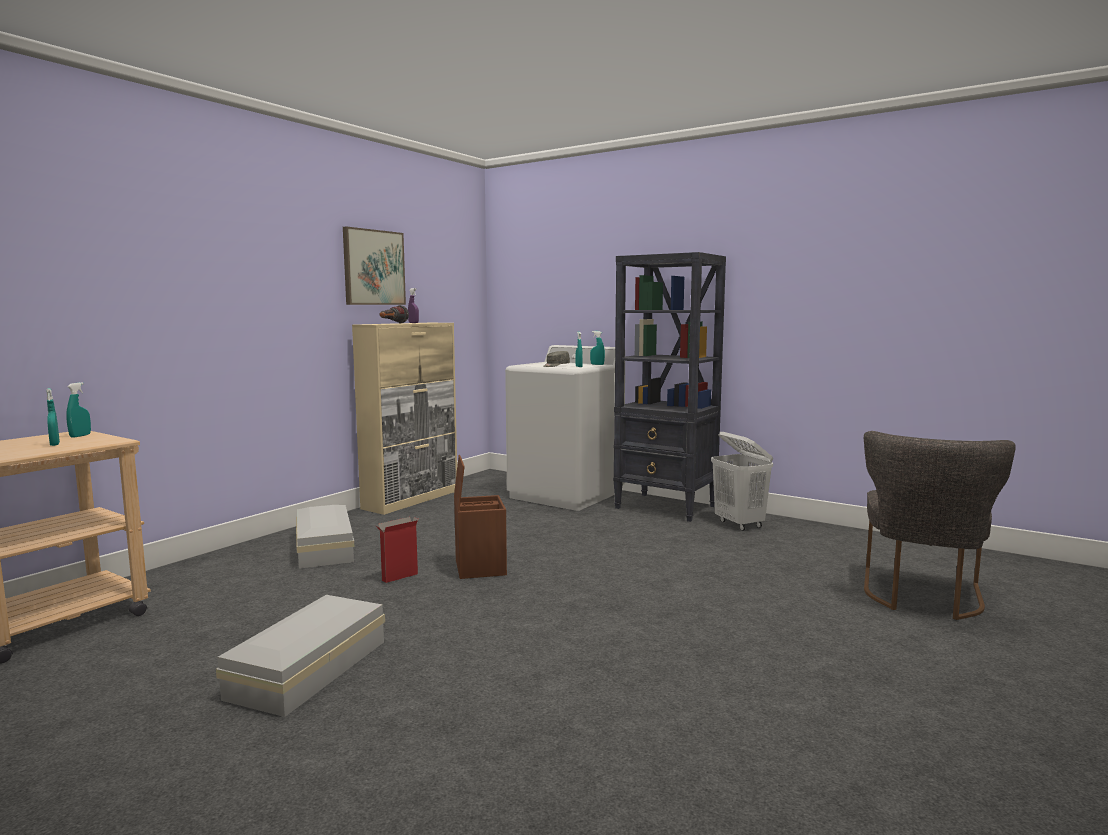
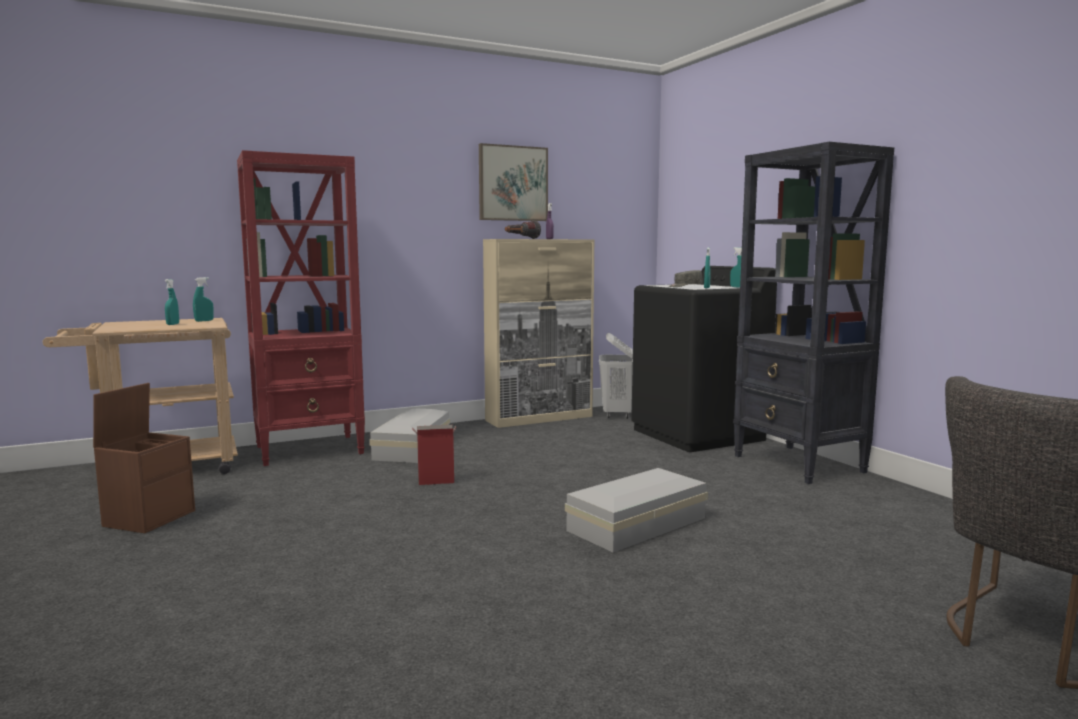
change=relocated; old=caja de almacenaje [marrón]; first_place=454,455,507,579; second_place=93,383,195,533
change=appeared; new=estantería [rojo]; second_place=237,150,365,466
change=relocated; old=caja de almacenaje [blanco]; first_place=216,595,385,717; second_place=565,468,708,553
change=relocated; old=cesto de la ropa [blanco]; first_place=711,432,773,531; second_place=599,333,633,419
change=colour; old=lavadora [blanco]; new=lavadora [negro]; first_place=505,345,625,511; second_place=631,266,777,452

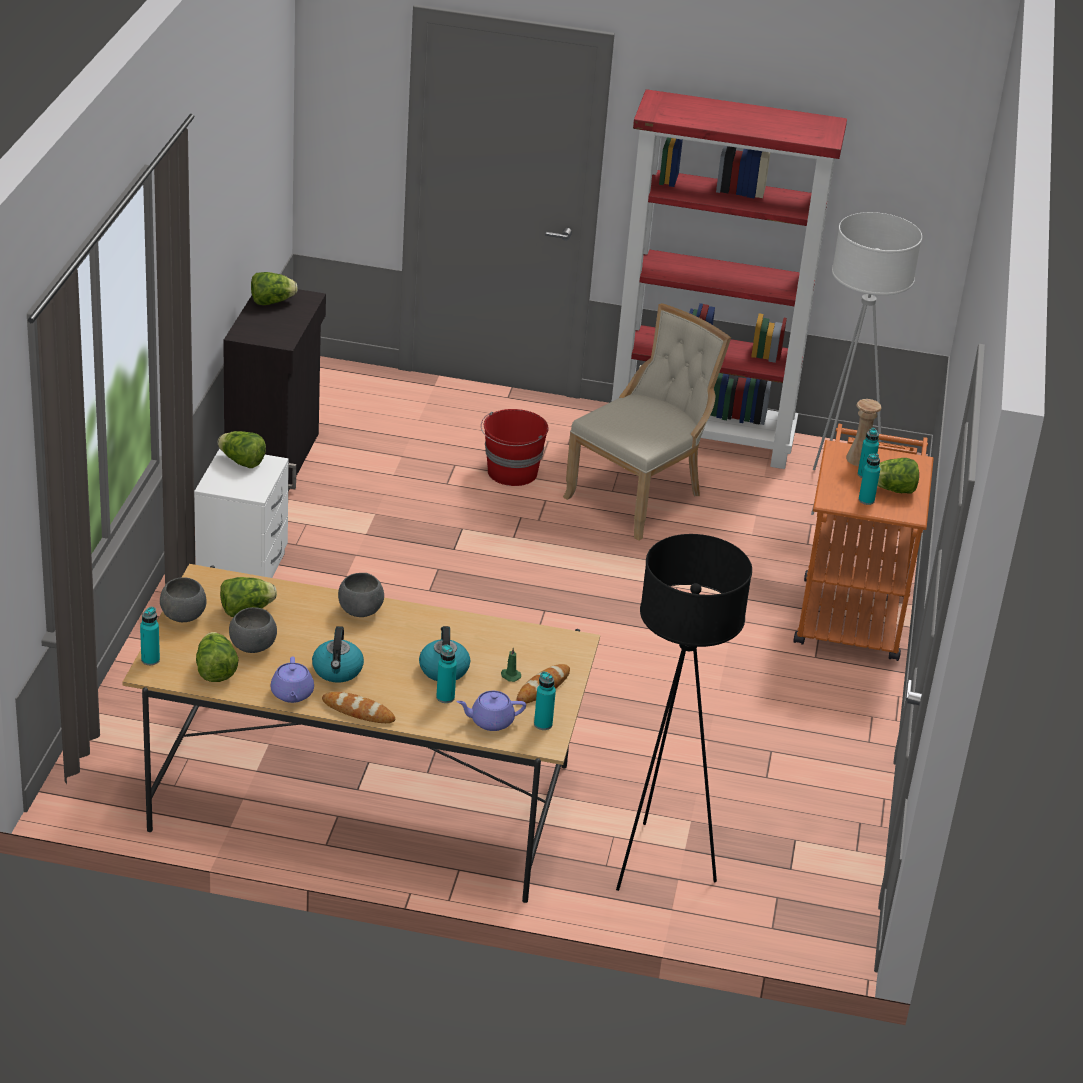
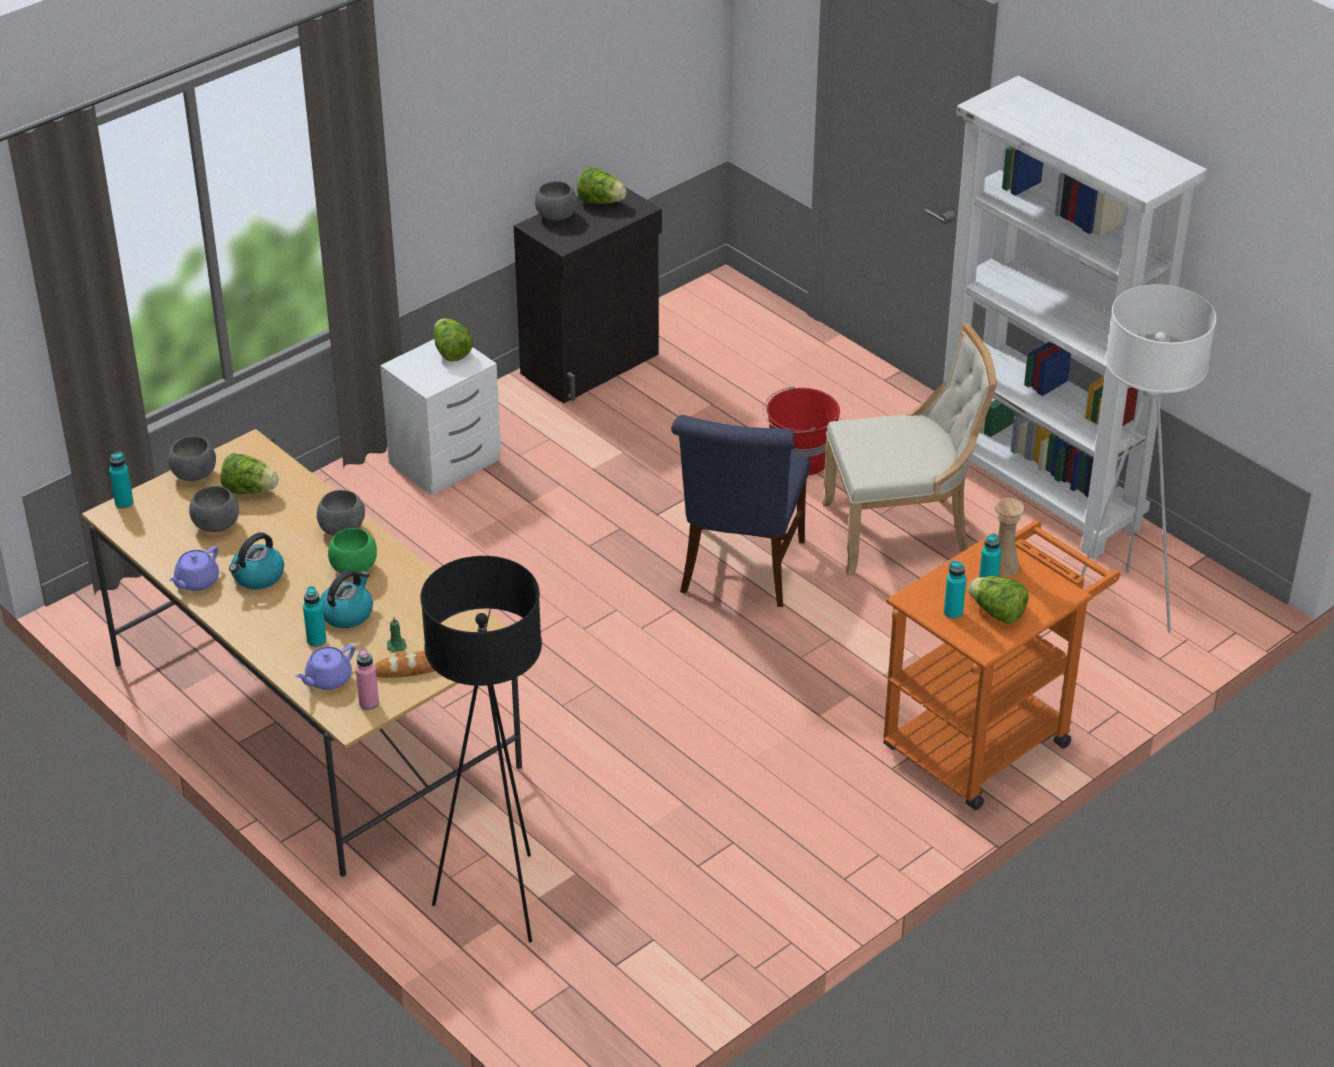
change=spun; old=tetera [morado]; first_place=457,691,526,731; second_place=296,645,355,690; degrees=-75
change=appeared; new=cuenco [verde]; second_place=328,528,377,574
change=colour; old=botella [turquesa]; new=botella [rosa]; first_place=534,672,556,730; second_place=355,648,379,710
change=appeared; new=cuenco [gris]; second_place=535,181,577,221
change=appeared; new=silla [azul]; second_place=671,415,810,607
change=colour; old=estantería [rojo]; new=estantería [blanco]; first_place=611,89,847,469; second_place=943,76,1207,559
change=missing; old=lechuga; first_place=196,632,238,682
change=missing; old=pan; first_place=322,692,395,723

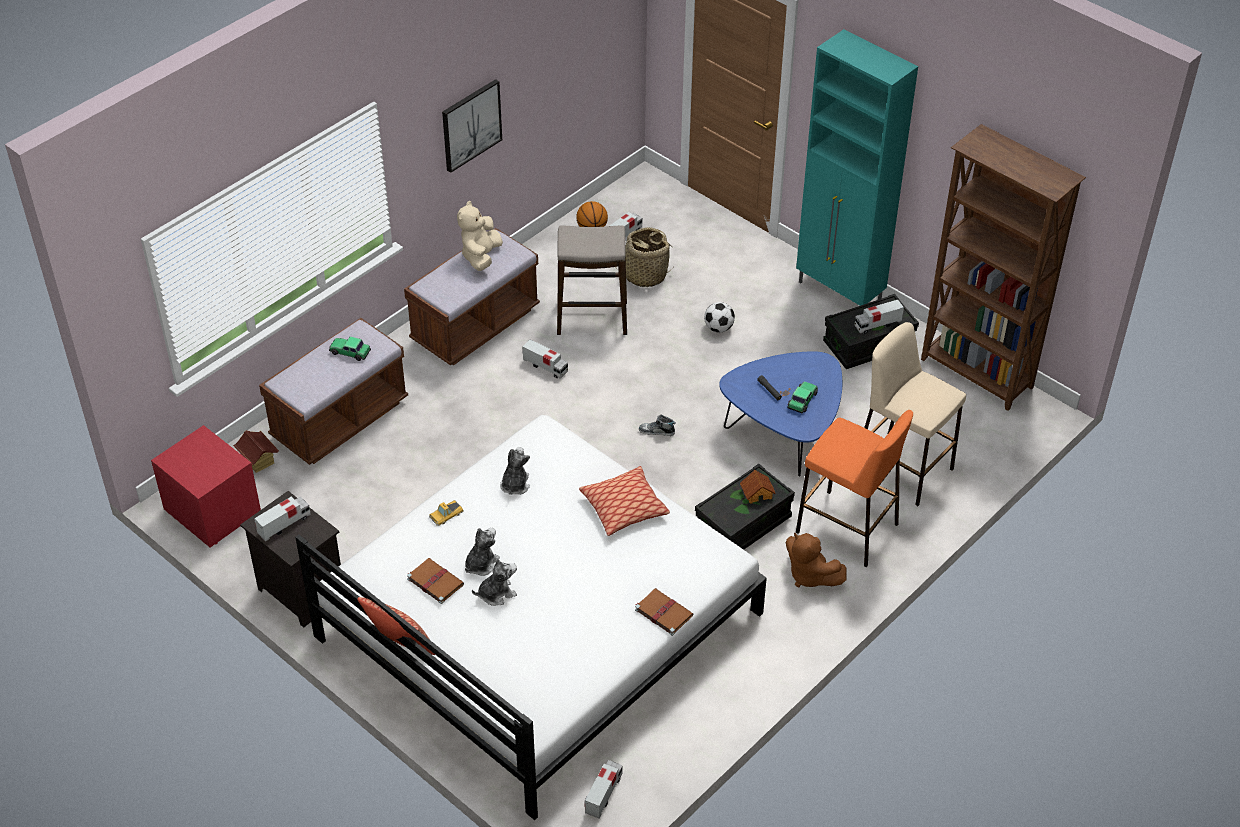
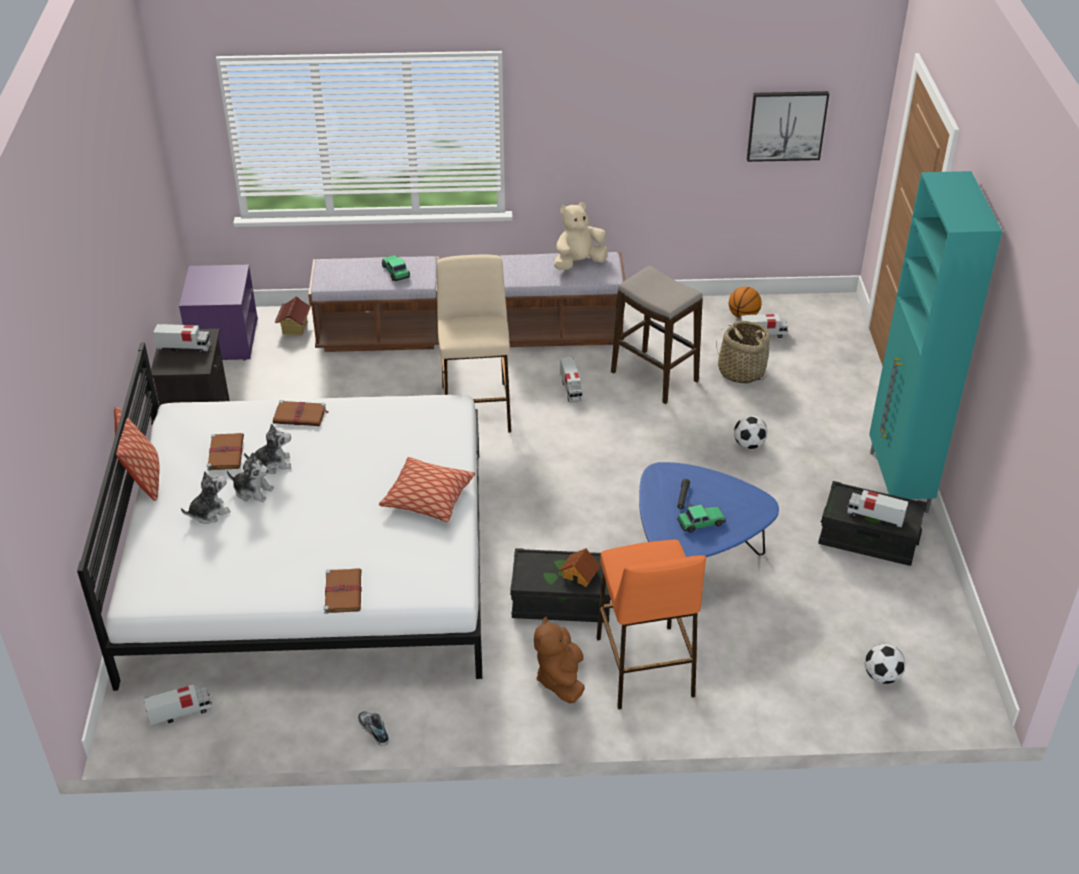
change=colour; old=mesita de noche [rojo]; new=mesita de noche [morado]; first_place=151,425,261,547; second_place=179,265,258,361
change=relocated; old=peluche; first_place=500,447,530,495; second_place=181,471,231,524
change=exchanged; old=coche de juguete; new=libro [marrón]; first_place=429,500,464,526; second_place=273,400,329,426
change=relocated; old=zapato; first_place=639,415,675,436; second_place=358,711,389,746
change=relocated; old=taburete [beis]; first_place=864,322,966,506; second_place=437,254,511,433
change=relocated; old=cuadro; first_place=442,79,502,173; second_place=747,91,829,162
change=appeared; new=balón de fútbol; second_place=865,644,906,684
change=missing; old=estantería [marrón]; first_place=921,124,1086,411

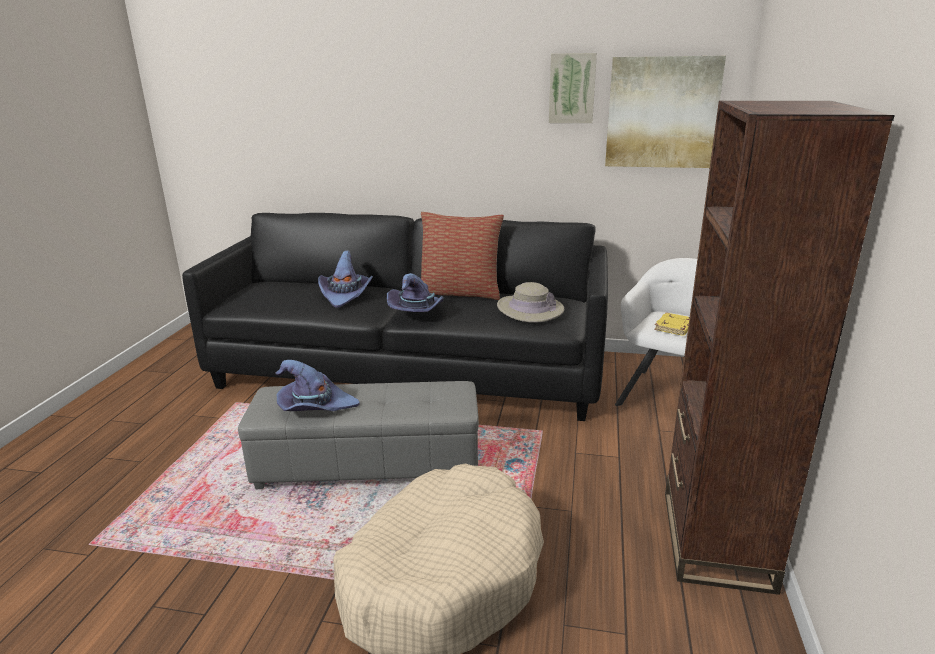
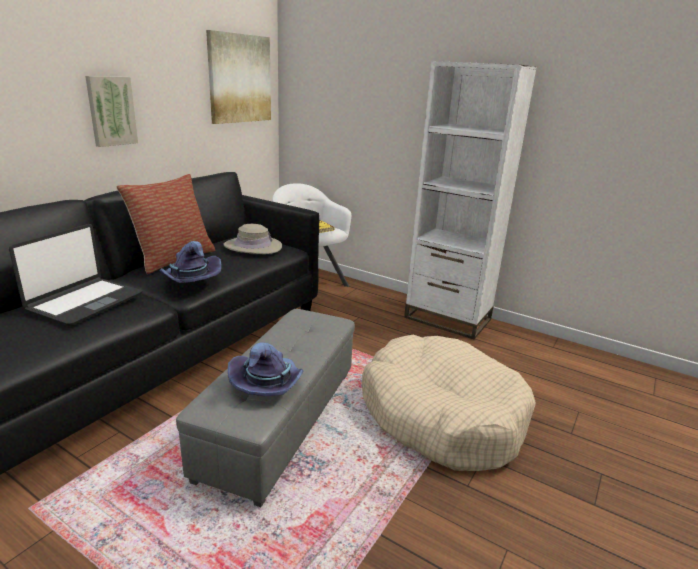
change=exchanged; old=sombrero [morado]; new=portátil; first_place=318,251,373,308; second_place=9,224,142,326
change=relocated; old=cuadro; first_place=549,53,597,123; second_place=85,76,138,147
change=colour; old=estantería [marrón]; new=estantería [blanco]; first_place=665,101,895,595; second_place=404,61,537,339

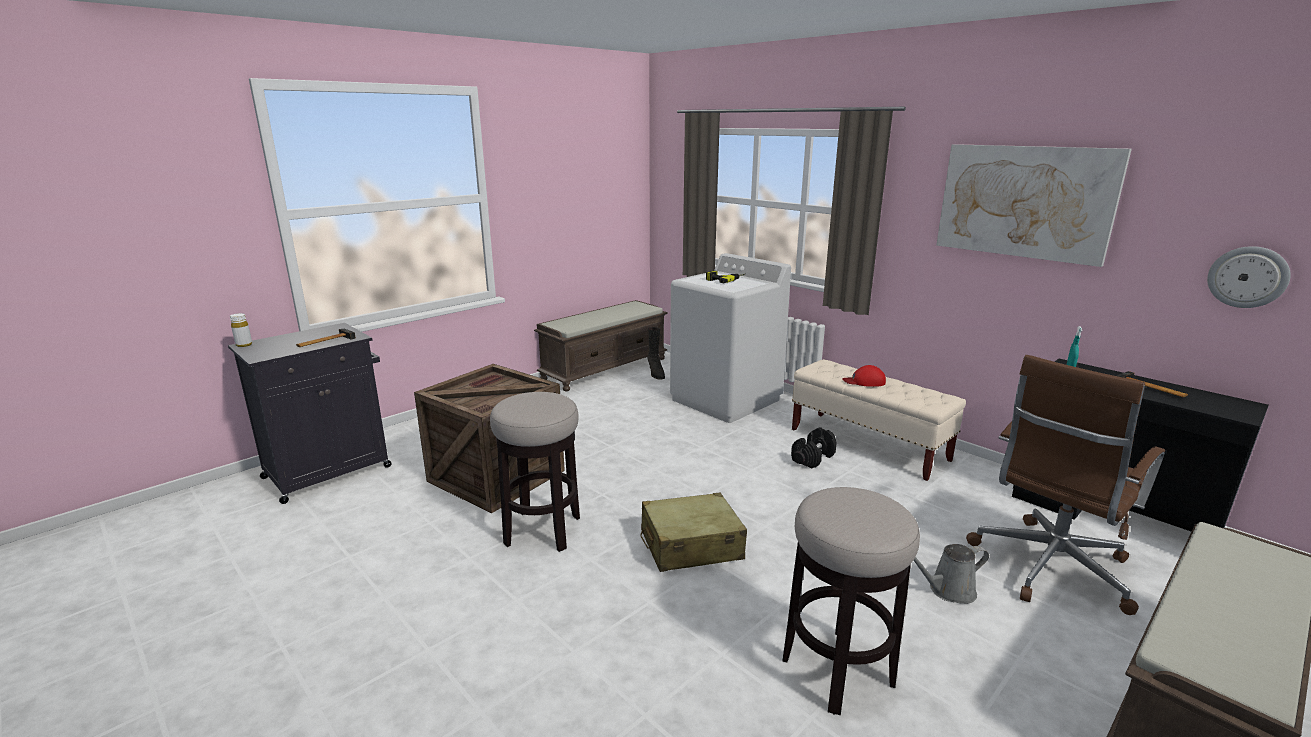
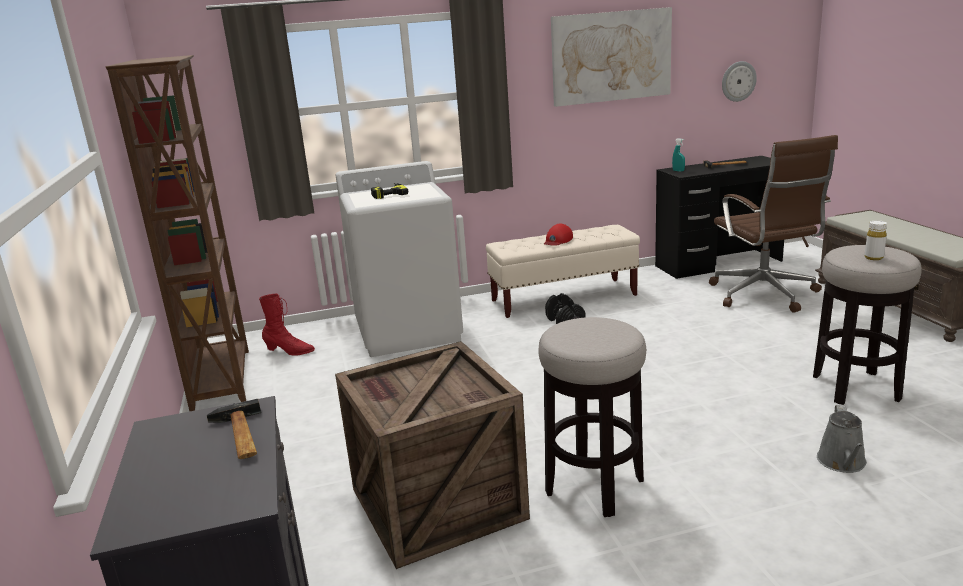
change=exchanged; old=banco [marrón]; new=estantería [marrón]; first_place=534,300,668,391; second_place=105,55,249,411
change=colour; old=bota [negro]; new=bota [rojo]; first_place=647,327,665,380; second_place=259,294,315,356
change=relocated; old=regadera [gris]; first_place=914,544,989,604; second_place=817,405,867,473
change=relocated; old=botella [blanco]; first_place=230,313,252,347; second_place=865,220,887,260
change=missing; old=maleta [beis]; first_place=640,492,747,572

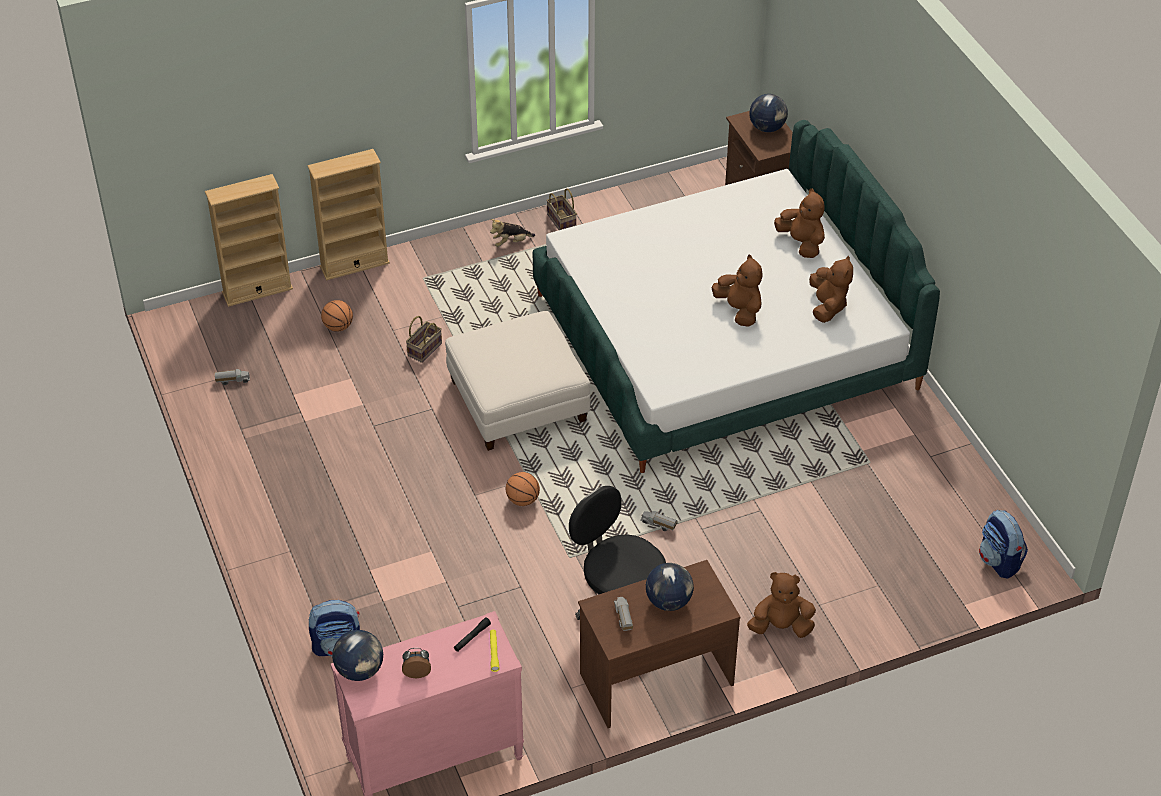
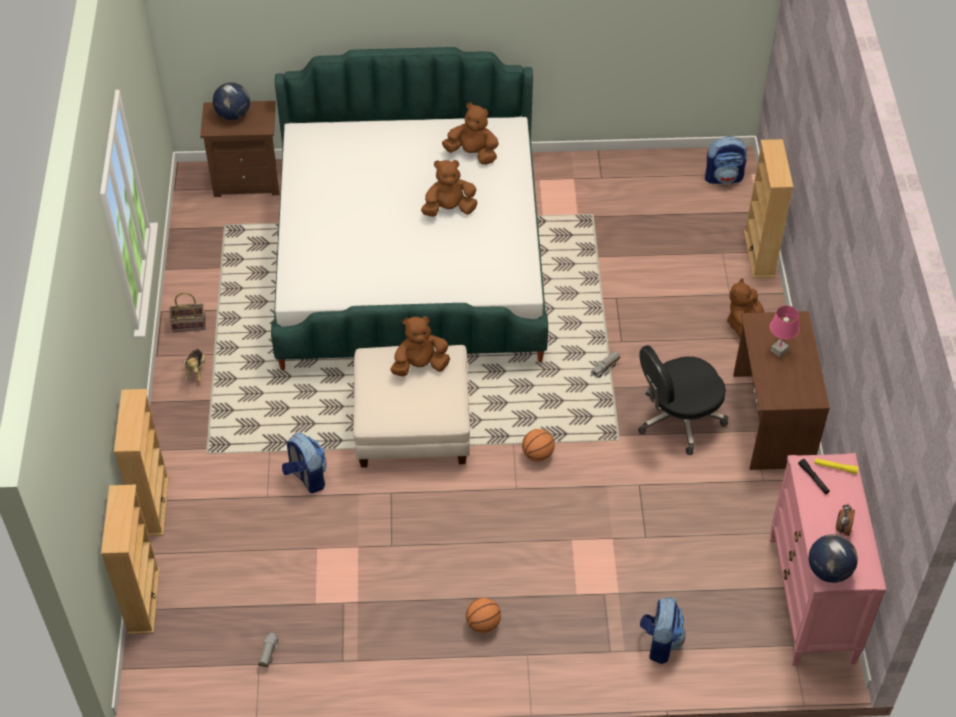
change=exchanged; old=cesta; new=mochila; first_place=406,316,442,363; second_place=282,432,327,493
change=relocated; old=peluche [marrón]; first_place=774,188,825,258; second_place=390,316,450,377
change=relocated; old=balón de baloncesto; first_place=321,300,353,332; second_place=466,598,501,633
change=appeared; new=estantería [beis]; second_place=744,139,794,278
change=exchanged; old=globo terráqueo; new=lámpara de mesa [rosa]; first_place=646,563,694,611; second_place=770,306,799,357
change=missing; old=camión de juguete; first_place=614,597,633,631

